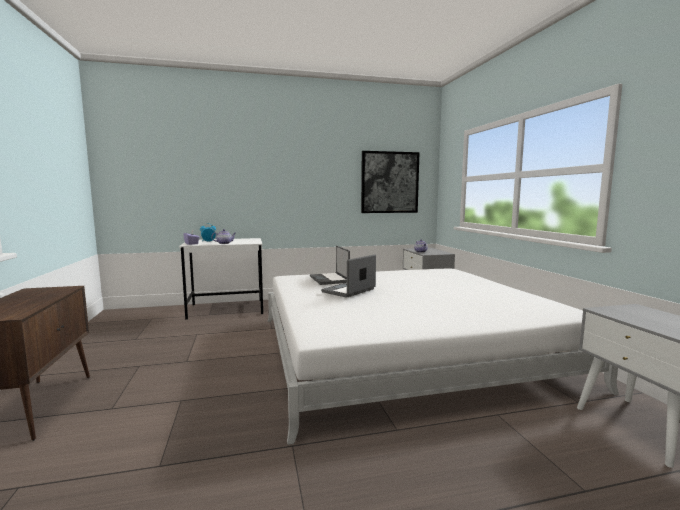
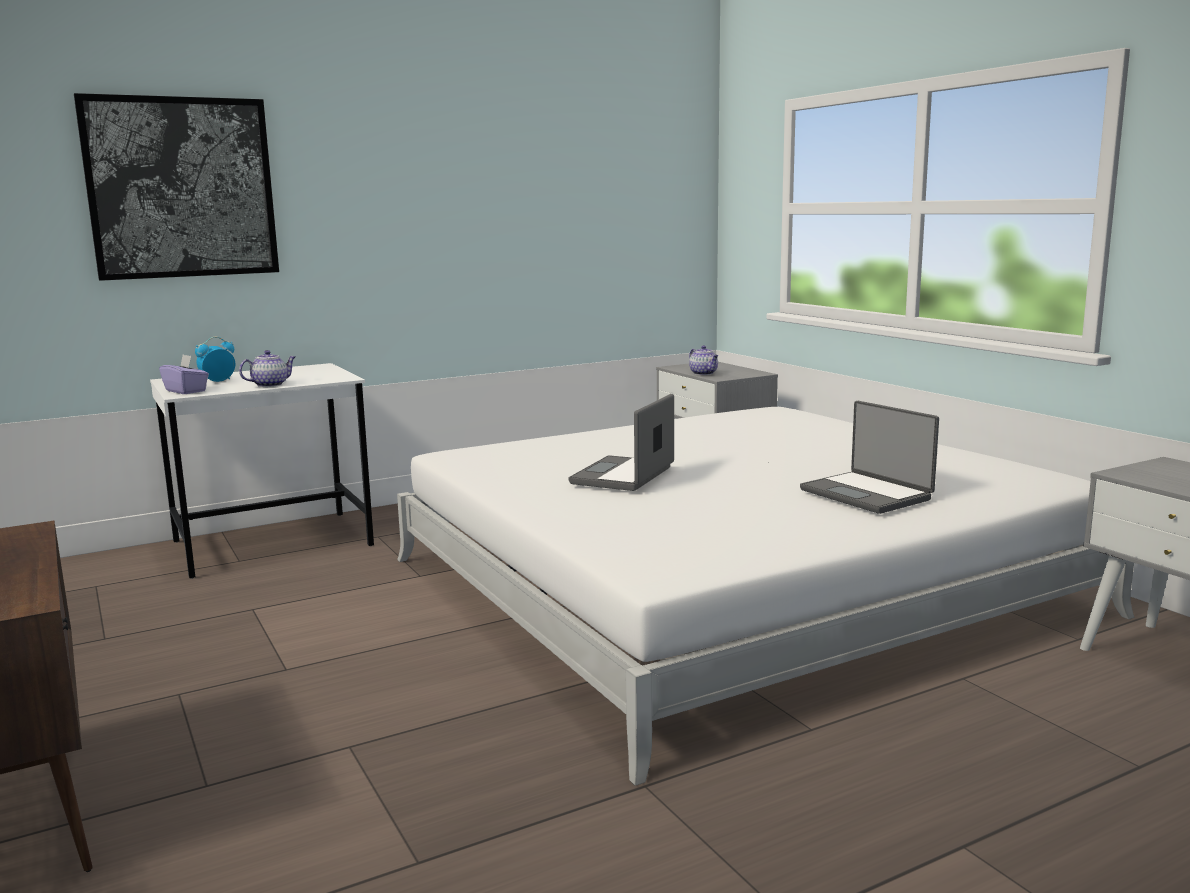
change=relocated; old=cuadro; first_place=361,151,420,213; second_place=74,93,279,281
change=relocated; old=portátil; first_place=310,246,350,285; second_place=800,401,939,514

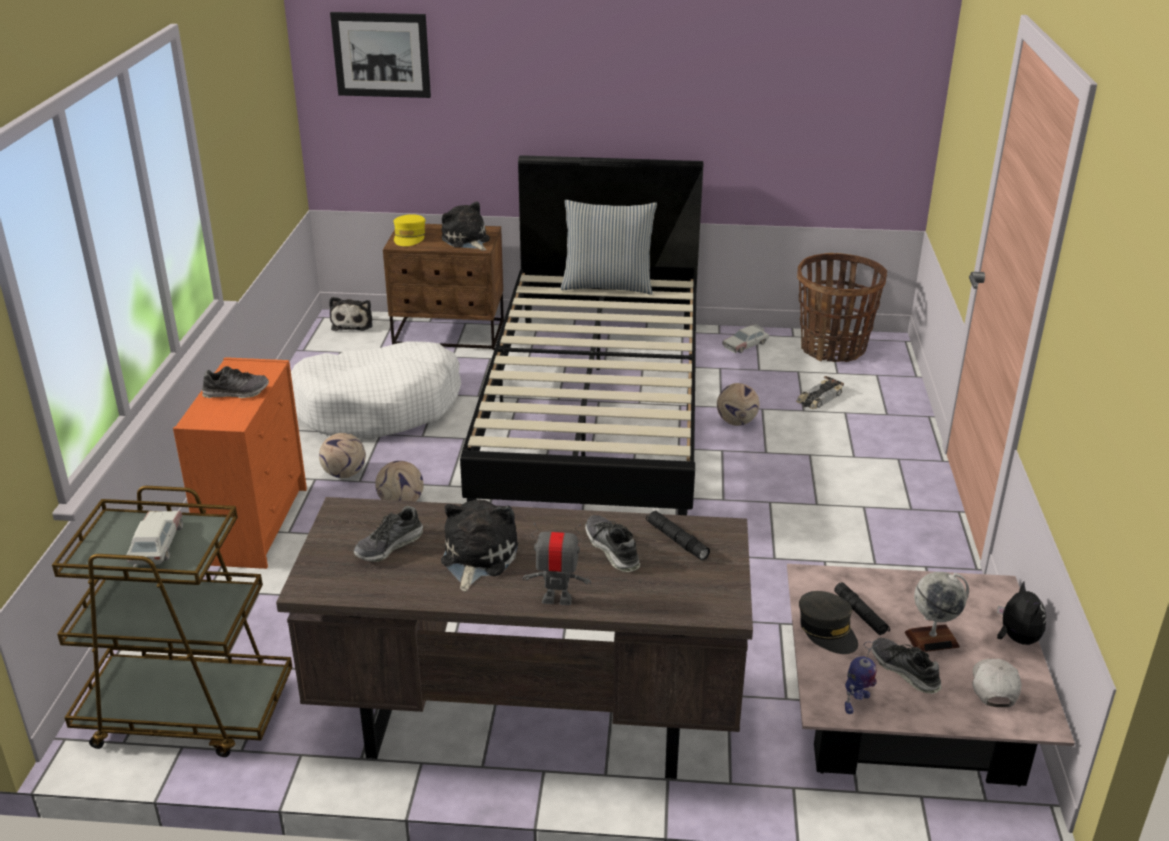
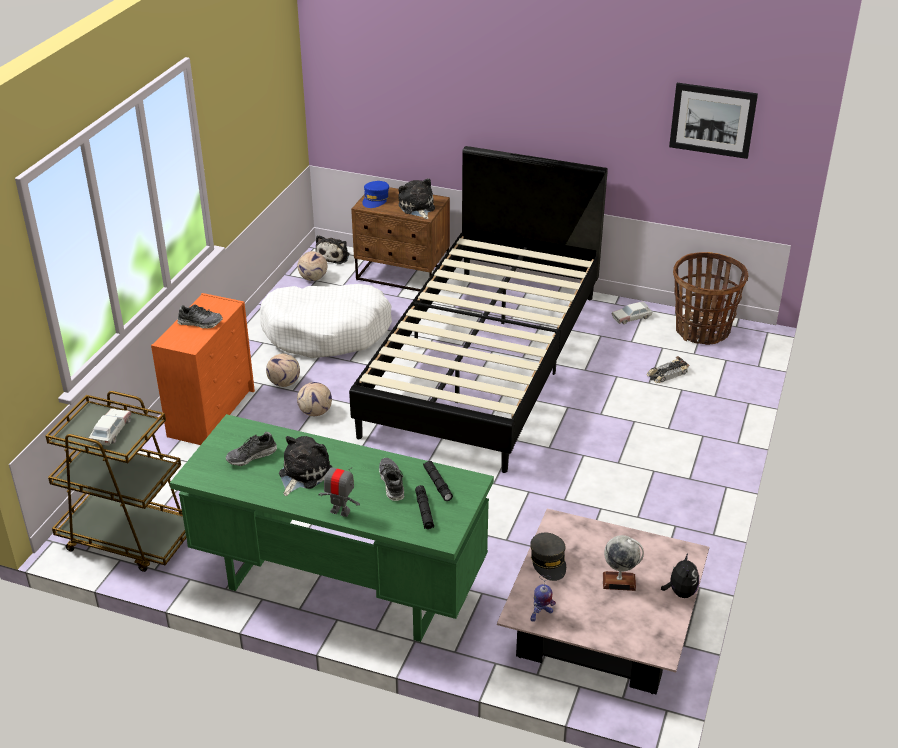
change=colour; old=escritorio [marrón]; new=escritorio [verde]; first_place=276,497,753,779; second_place=170,414,494,642
change=relocated; old=balón de fútbol; first_place=717,383,760,426; second_place=297,251,328,281
change=colour; old=gorra [amarillo]; new=gorra [azul]; first_place=394,214,426,246; second_place=362,181,389,208
change=relocated; old=linterna [negro]; first_place=834,582,890,635; second_place=415,485,434,529
change=relocated; old=cuadro; first_place=330,12,431,98; second_place=669,83,758,159
change=missing; old=cojín; first_place=561,200,657,295
change=missing; old=zapato; first_place=871,638,942,694
change=missing; old=gorra [blanco]; first_place=972,659,1022,707

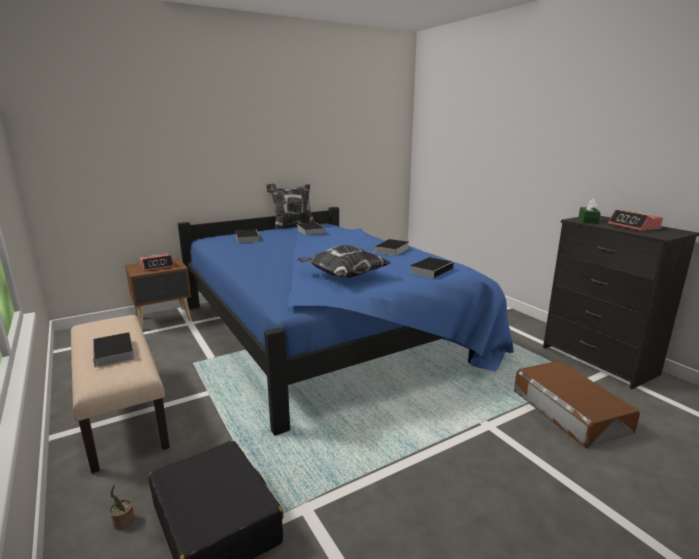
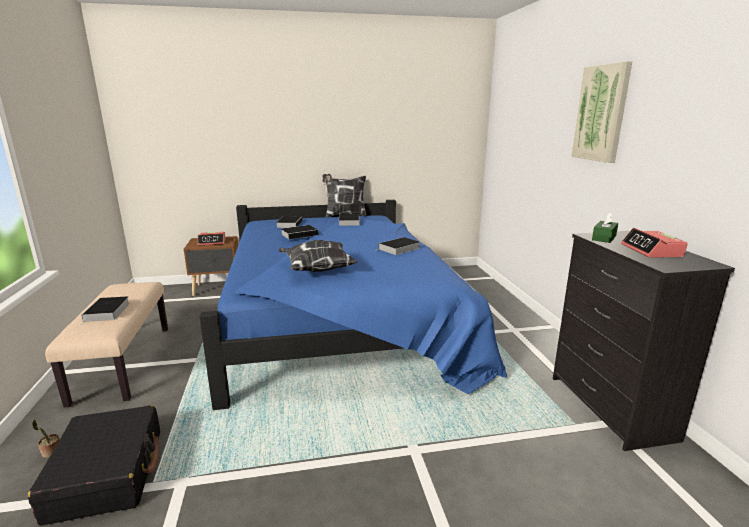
change=relocated; old=libro; first_place=409,257,454,278; second_place=281,225,318,239
change=appeared; new=cuadro; second_place=572,61,632,163
change=missing; old=caja de almacenaje [marrón]; first_place=514,361,640,448

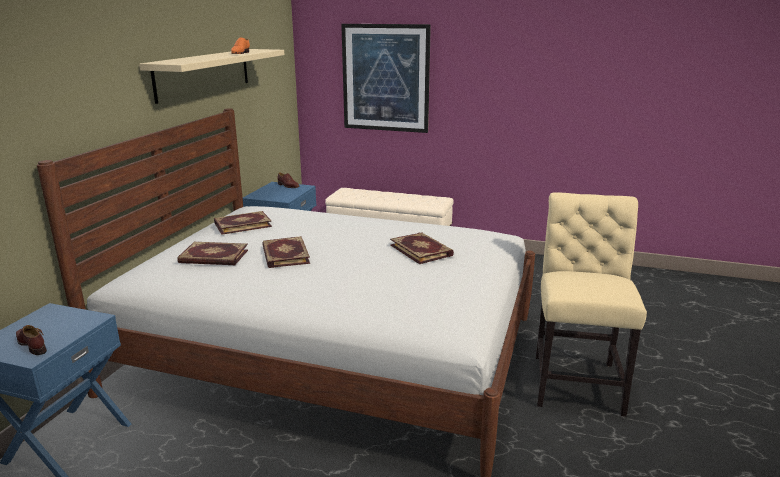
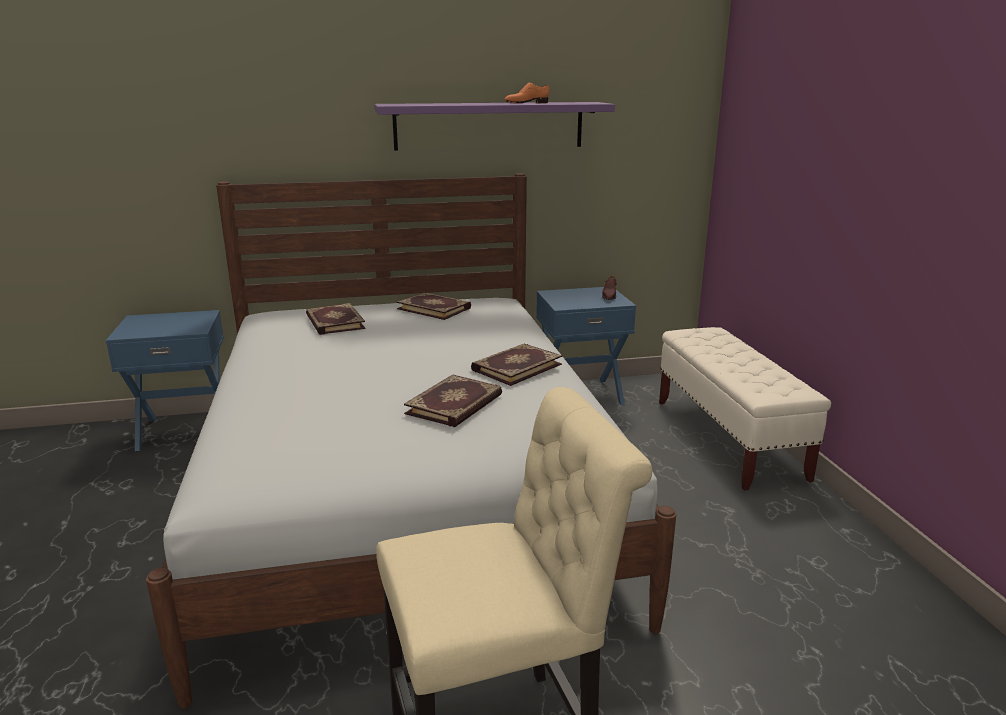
change=colour; old=estante [beis]; new=estante [morado]; first_place=139,49,284,104; second_place=375,102,615,151
change=relocated; old=libro; first_place=262,236,310,268; second_place=471,343,562,386
change=missing; old=zapato [marrón]; first_place=16,325,47,355
change=missing; old=cuadro; first_place=341,24,431,133

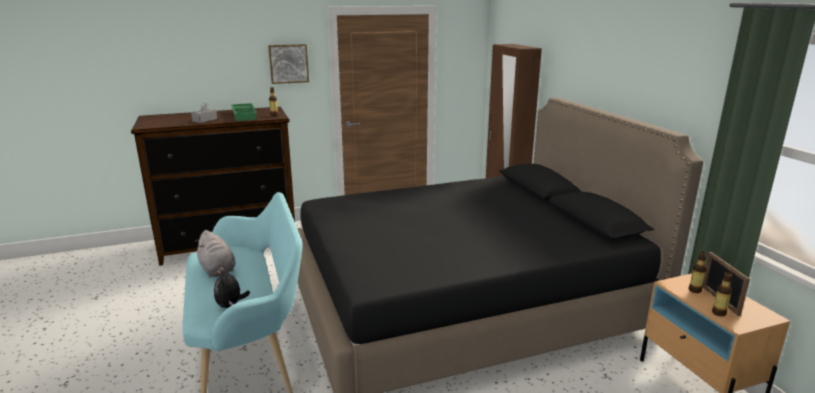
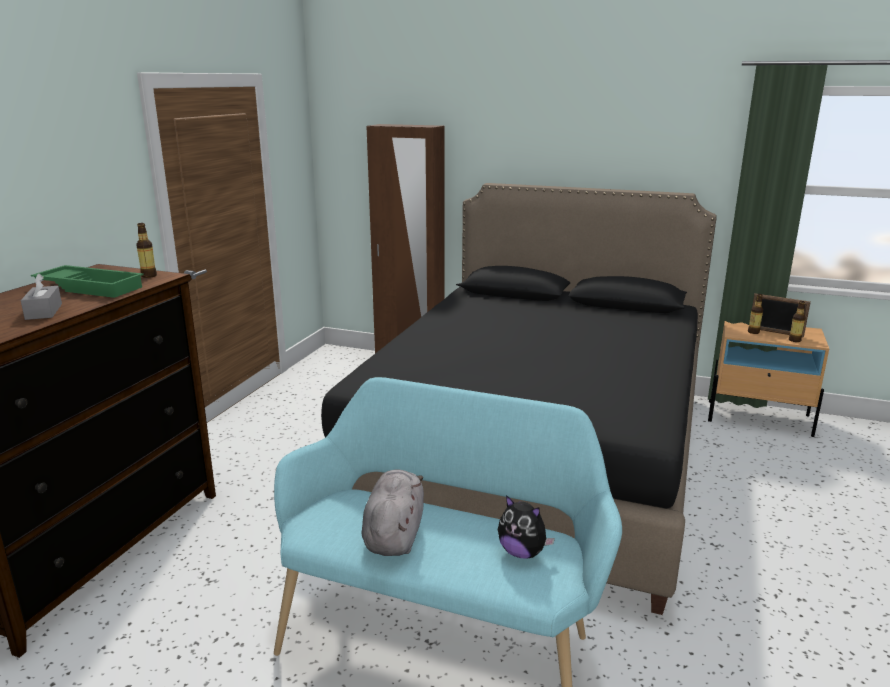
change=spun; old=peluche [gris]; first_place=195,230,236,277; second_place=362,470,424,556; degrees=-90
change=missing; old=cuadro; first_place=268,44,309,84

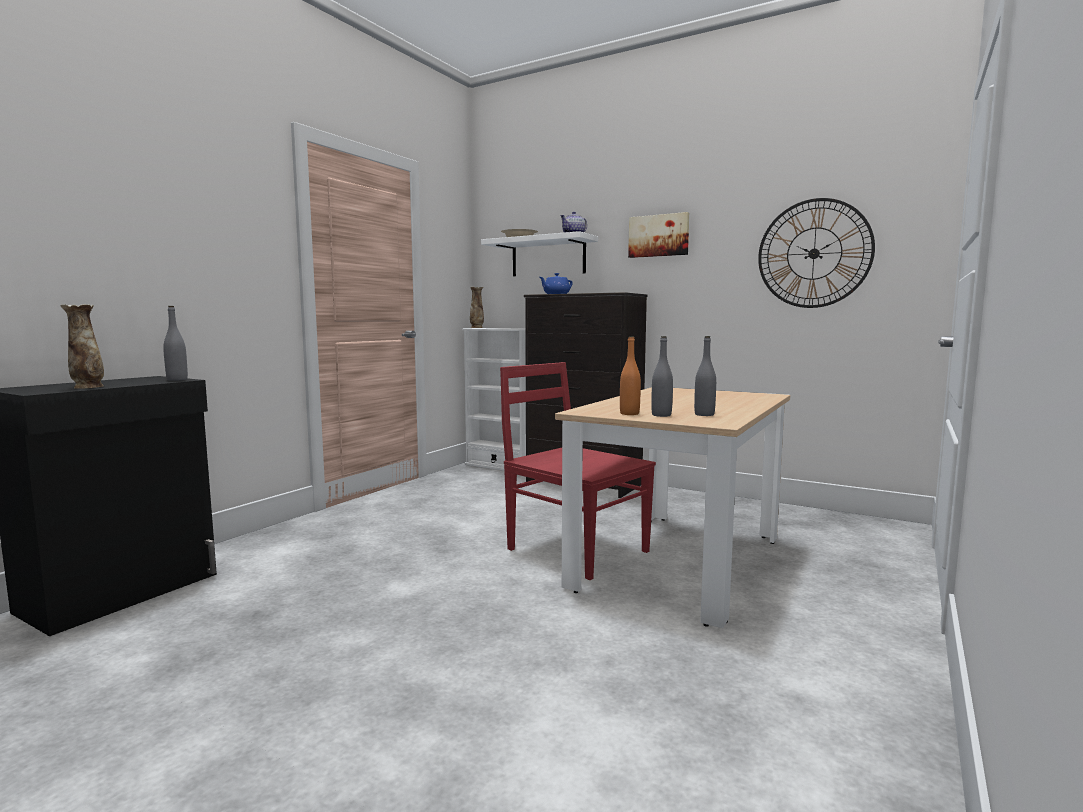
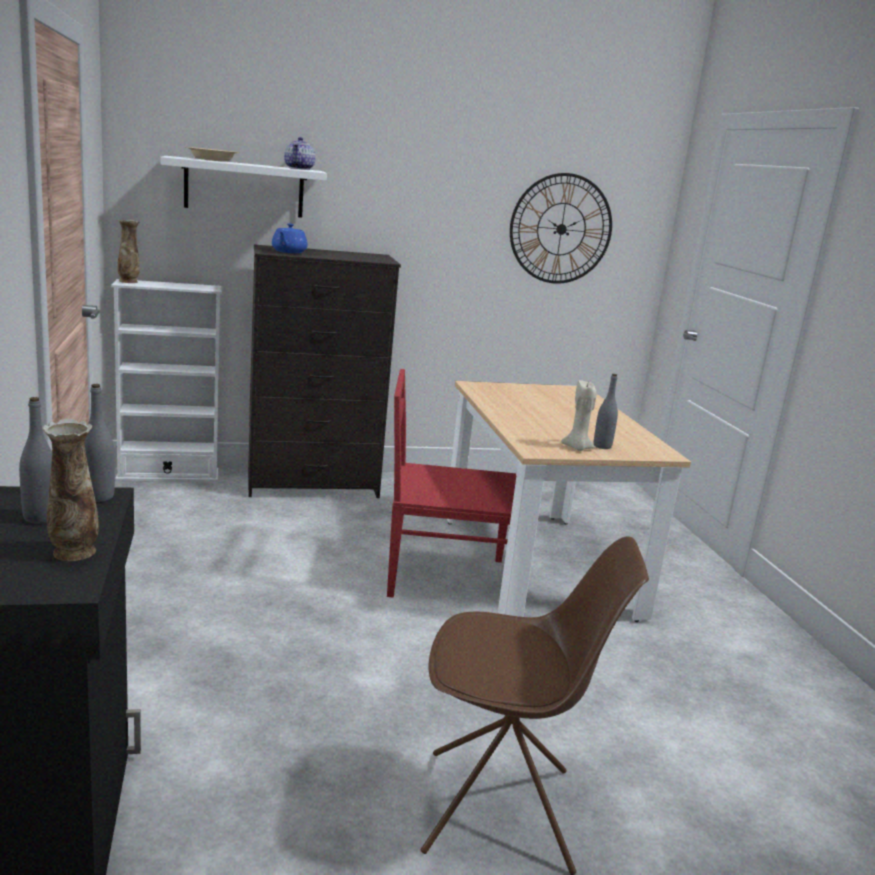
change=relocated; old=botella [gris]; first_place=694,336,716,416; second_place=19,397,52,524
change=appeared; new=silla [marrón]; second_place=421,536,649,875
change=exchanged; old=botella [naranja]; new=vela [beis]; first_place=620,336,641,415; second_place=561,380,597,451
change=missing; old=cuadro; first_place=628,212,689,258

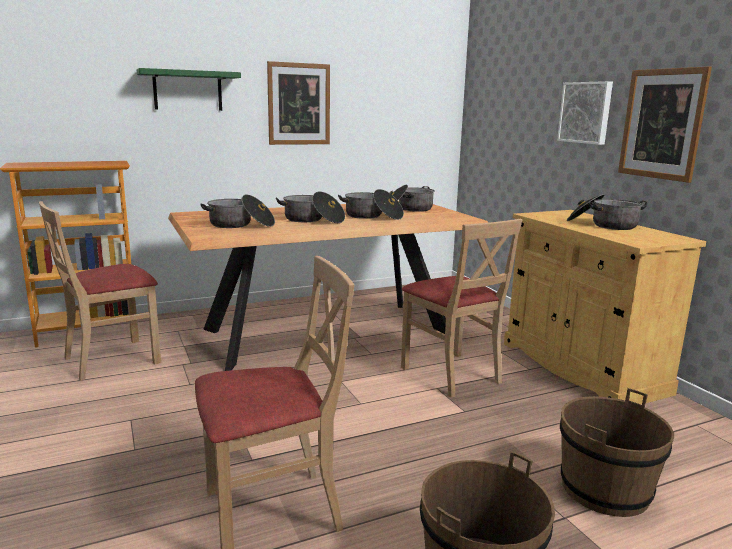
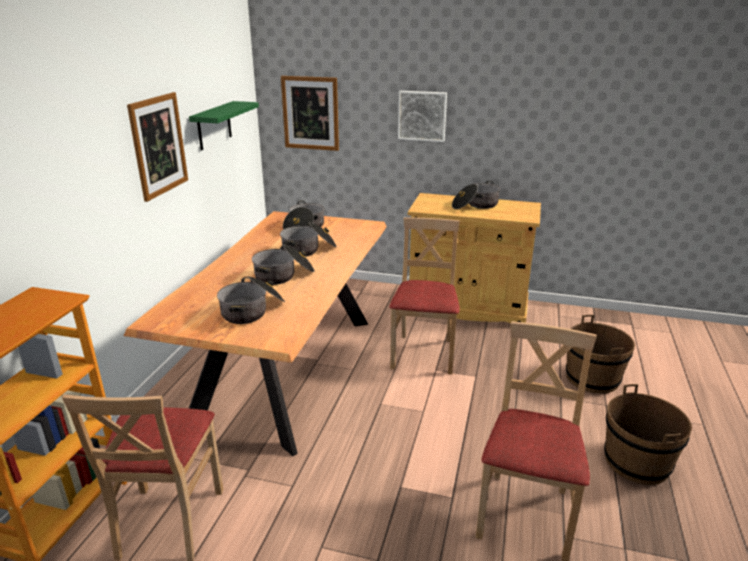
change=relocated; old=estante [verde]; first_place=137,68,241,111; second_place=189,101,259,150
change=relocated; old=cuadro; first_place=618,67,712,183; second_place=281,76,339,151
change=spun; old=silla [beis]; first_place=401,219,522,398; second_place=389,217,460,375; degrees=-90

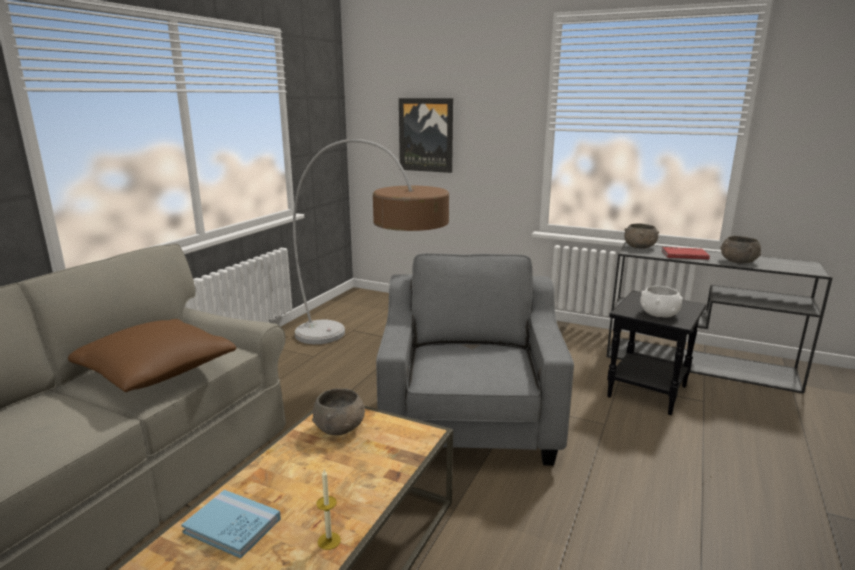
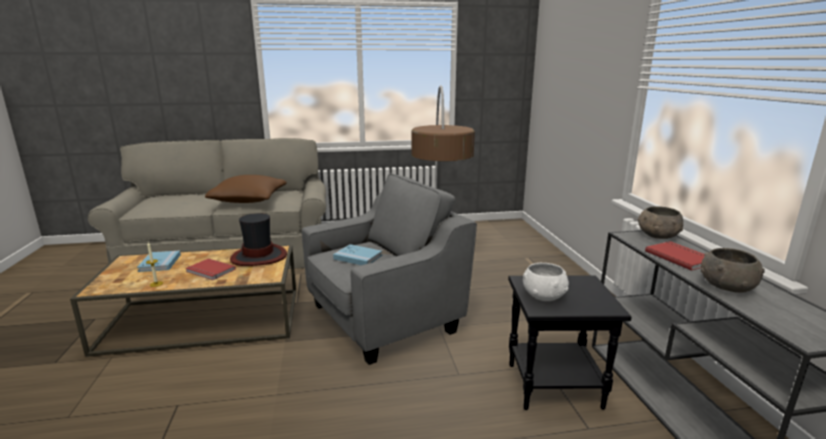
change=appeared; new=libro [rojo]; second_place=185,258,236,280
change=exchanged; old=cuenco [gris]; new=sombrero; first_place=312,388,365,435; second_place=230,213,287,266
change=appeared; new=libro [azul]; second_place=333,244,382,265
change=missing; old=cuadro; first_place=399,98,453,173

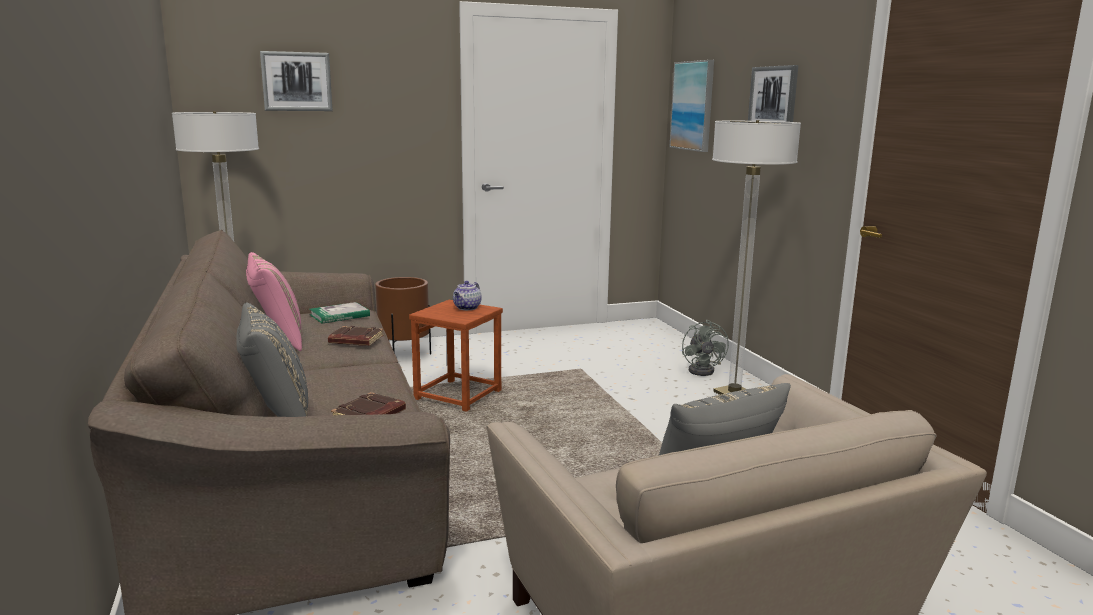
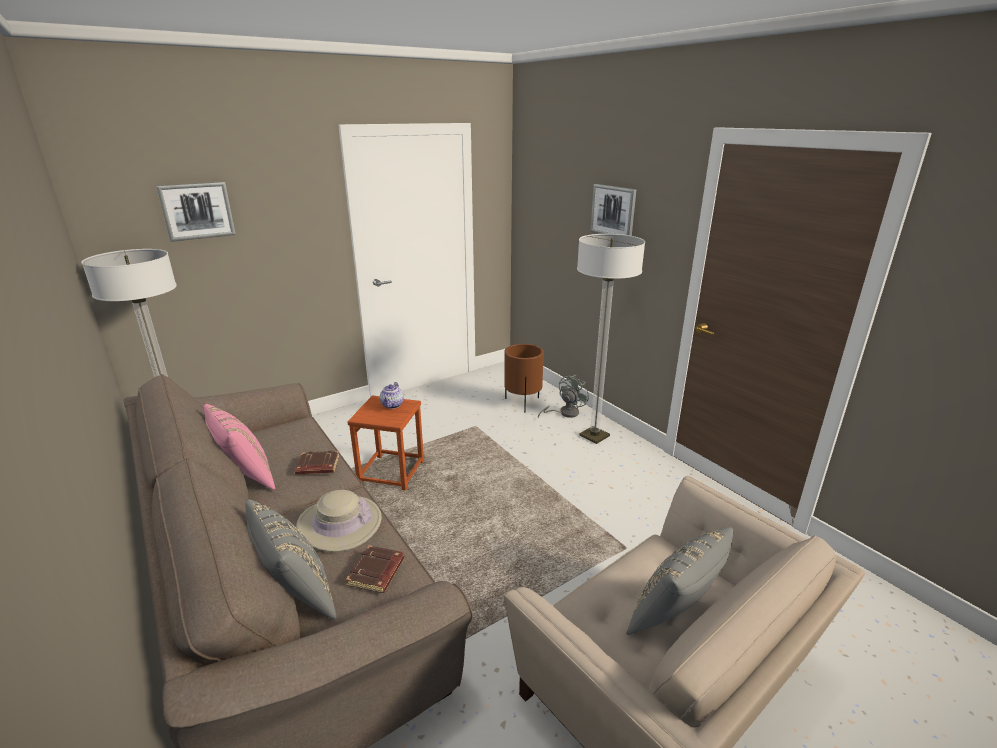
change=appeared; new=sombrero [beis]; second_place=296,490,381,552
change=relocated; old=maceta [marrón]; first_place=375,277,431,354; second_place=504,344,544,413
change=spun; old=ventilador [gris]; first_place=682,320,729,376; second_place=538,375,589,418; degrees=-120
change=missing; old=libro; first_place=309,302,370,324
change=missing; old=cuadro; first_place=670,60,714,152

